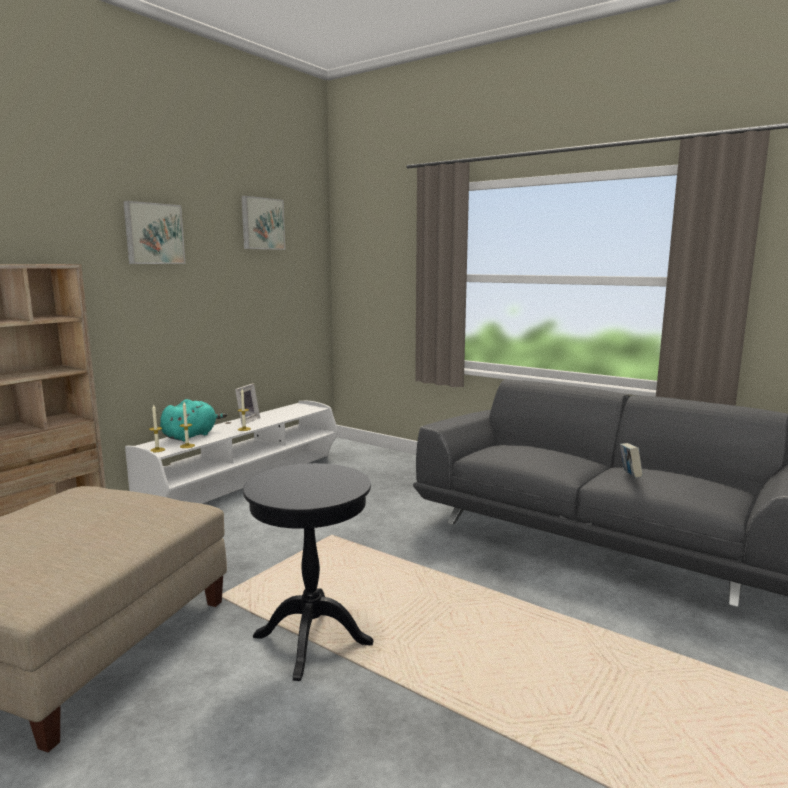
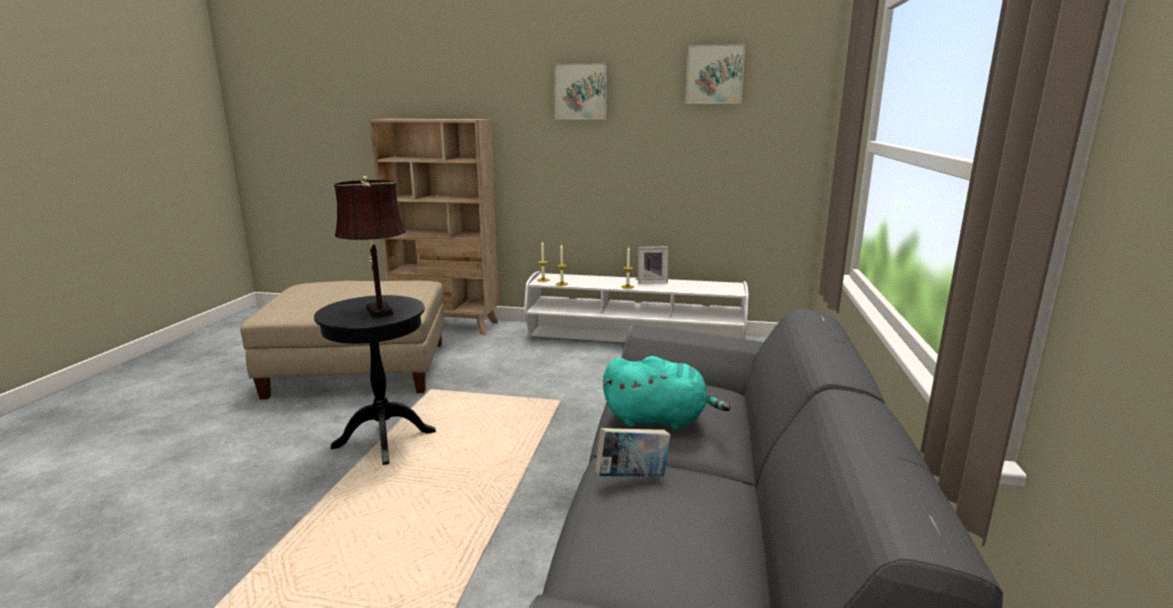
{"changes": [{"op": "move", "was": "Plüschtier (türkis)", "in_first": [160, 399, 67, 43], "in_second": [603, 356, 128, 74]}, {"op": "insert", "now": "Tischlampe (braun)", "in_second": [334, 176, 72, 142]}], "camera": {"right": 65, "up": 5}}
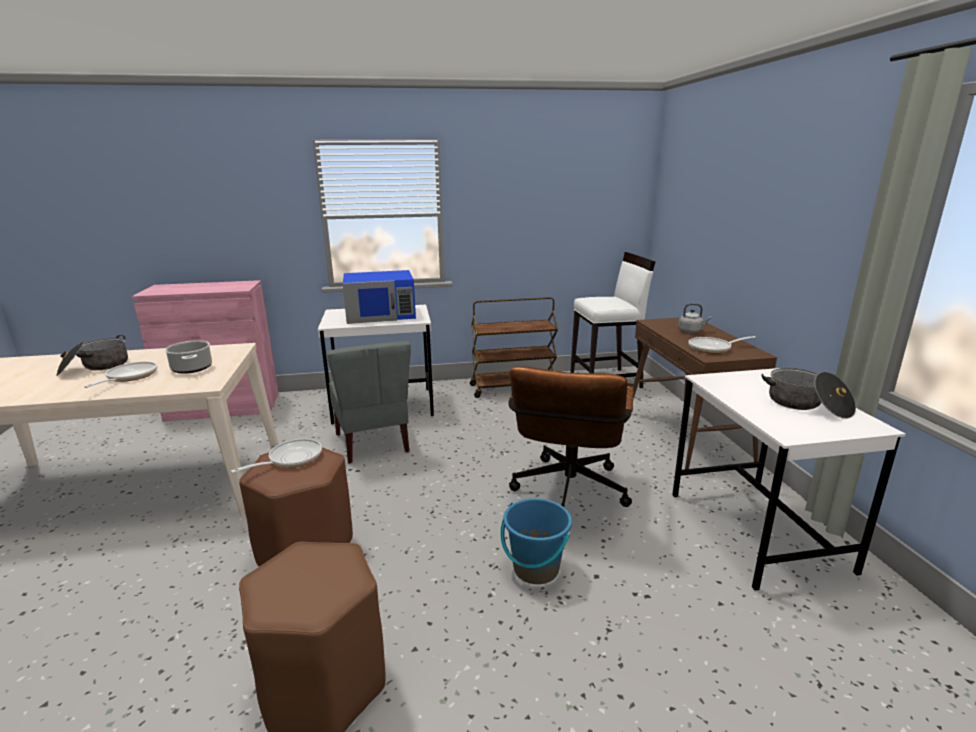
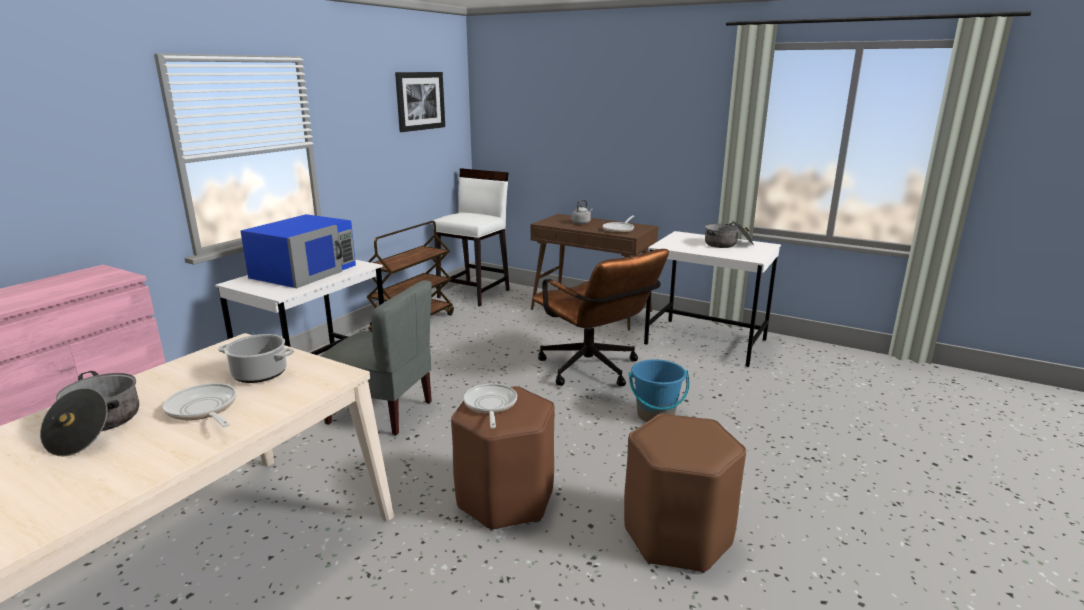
{"changes": [{"op": "insert", "now": "Bild", "in_second": [395, 72, 50, 60]}], "camera": {"right": -50, "up": 0}}
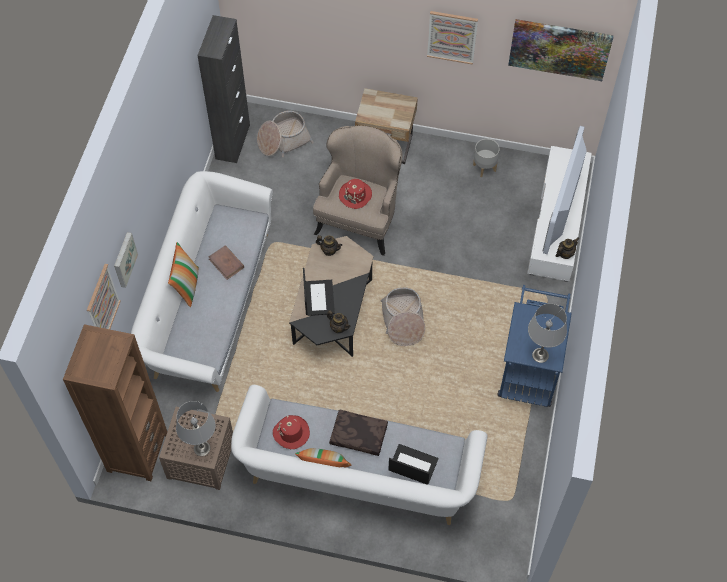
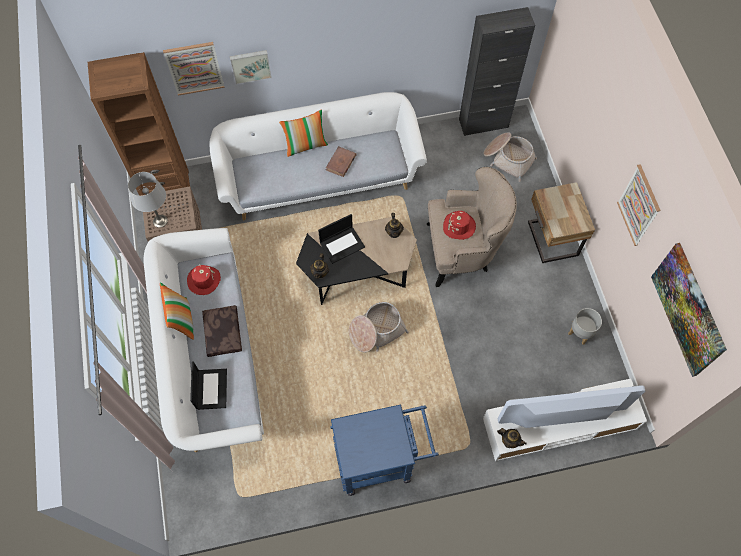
{"changes": [{"op": "delete", "was": "Tischlampe (grau)", "in_first": [528, 303, 39, 60]}], "camera": {"right": 65, "up": 5}}
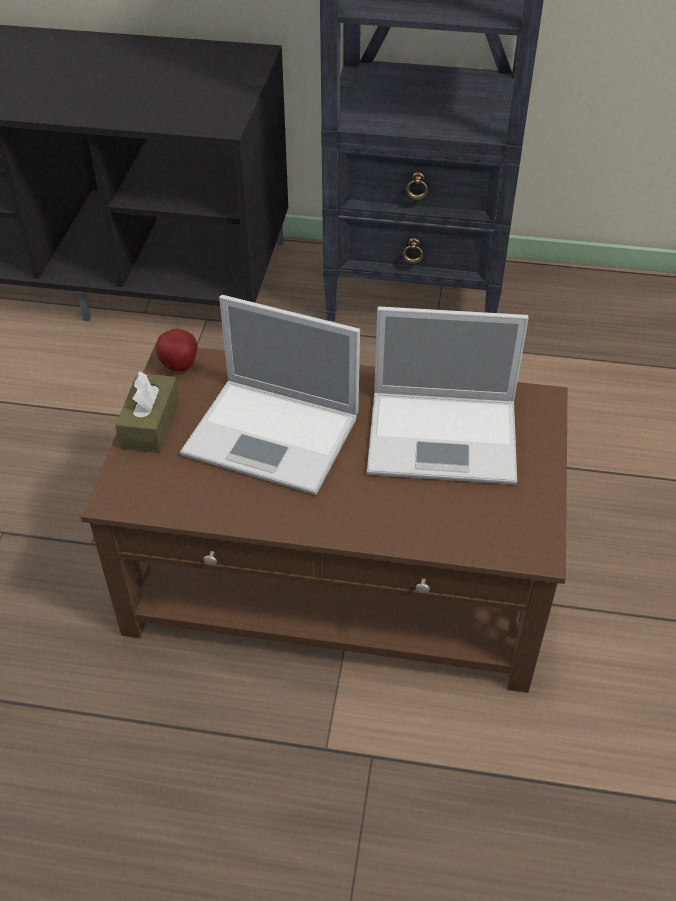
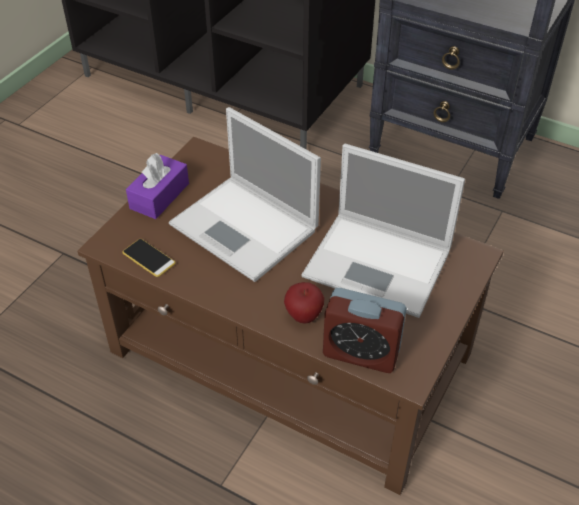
{"changes": [{"op": "recolor", "was": "Taschentuchbox (braun)", "now": "Taschentuchbox (lila)", "in_first": [115, 371, 65, 82], "in_second": [126, 153, 63, 66]}, {"op": "move", "was": "Apfel", "in_first": [155, 329, 43, 43], "in_second": [284, 282, 41, 42]}, {"op": "insert", "now": "Handy", "in_second": [122, 239, 53, 38]}, {"op": "insert", "now": "Wecker", "in_second": [323, 288, 84, 85]}], "camera": {"right": 20, "up": 0}}
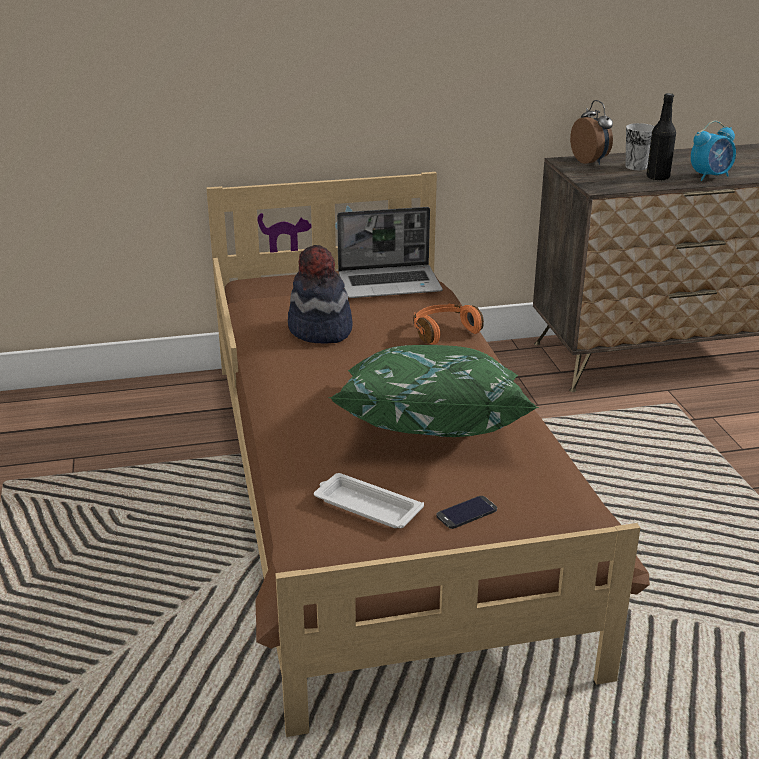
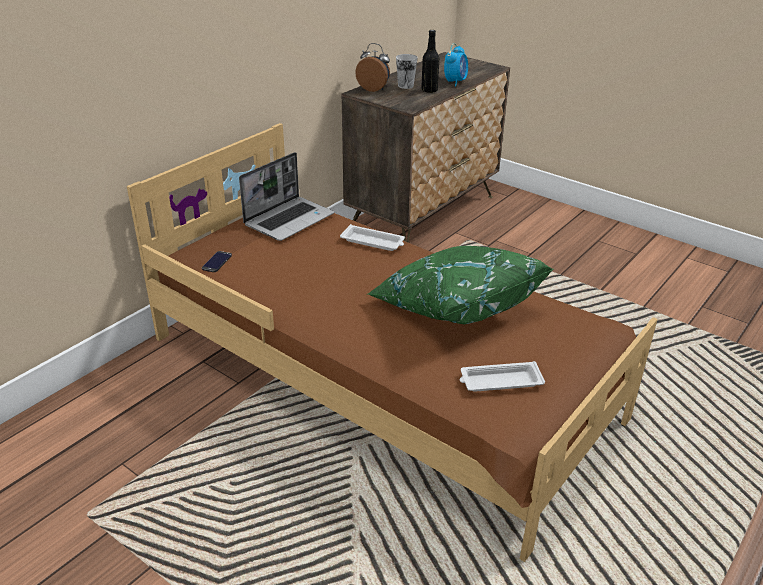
{"changes": [{"op": "delete", "was": "Hut", "in_first": [288, 245, 65, 99]}, {"op": "replace", "was": "Kopfhörer (orange)", "now": "Tablett (weiß)", "in_first": [413, 304, 71, 40], "in_second": [340, 224, 65, 27]}, {"op": "move", "was": "Handy", "in_first": [437, 496, 60, 33], "in_second": [202, 251, 30, 21]}], "camera": {"right": -40, "up": 5}}
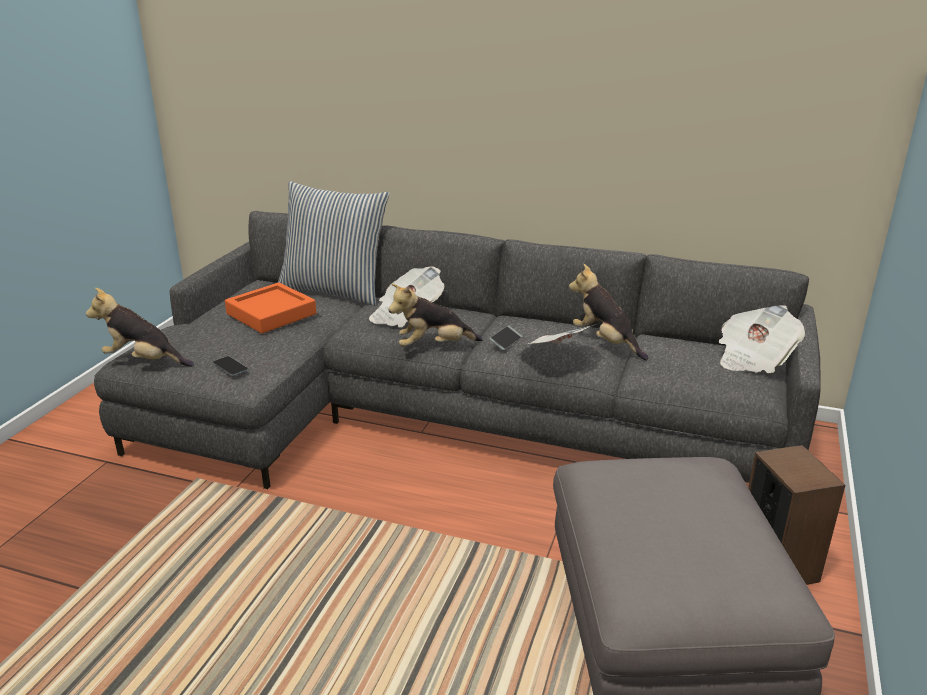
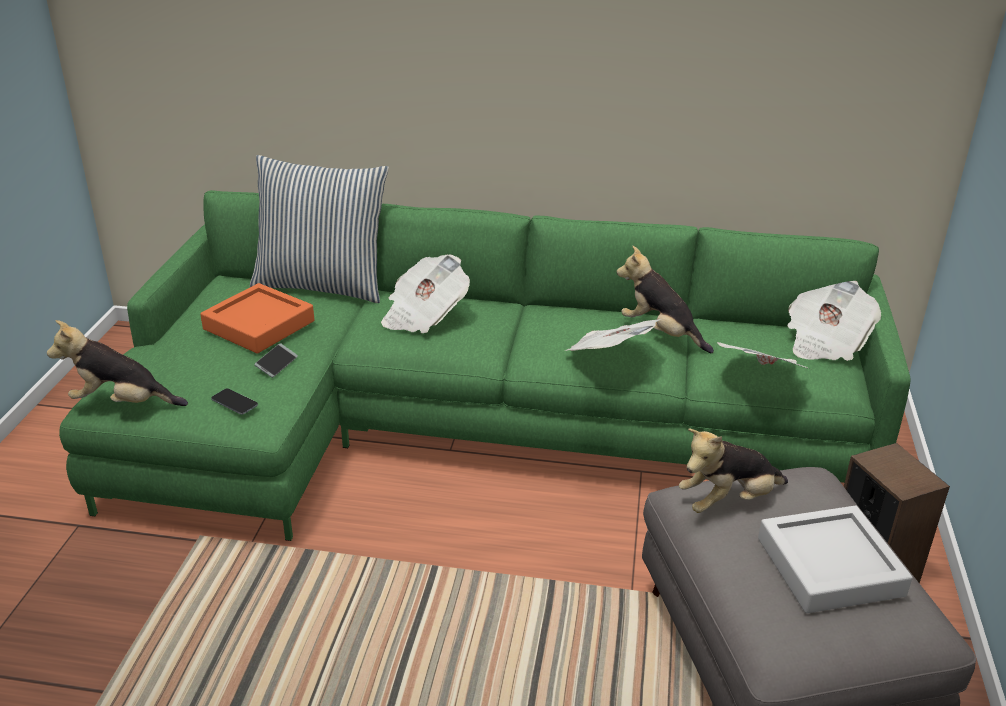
{"changes": [{"op": "recolor", "was": "Sofa (grau)", "now": "Sofa (grün)", "in_first": [94, 211, 727, 278], "in_second": [59, 190, 851, 351]}, {"op": "move", "was": "Plüschtier", "in_first": [388, 283, 95, 64], "in_second": [679, 429, 109, 84]}, {"op": "move", "was": "Handy", "in_first": [489, 325, 34, 26], "in_second": [254, 343, 44, 35]}, {"op": "insert", "now": "Zeitung", "in_second": [717, 342, 92, 27]}, {"op": "insert", "now": "Tablett (grau)", "in_second": [758, 506, 154, 107]}], "camera": {"right": -10, "up": 5}}
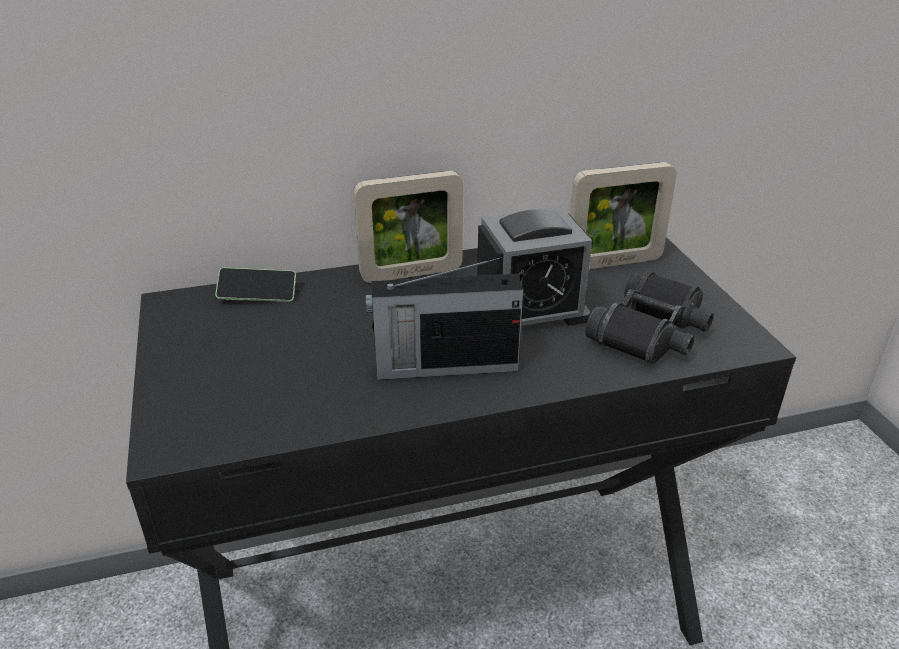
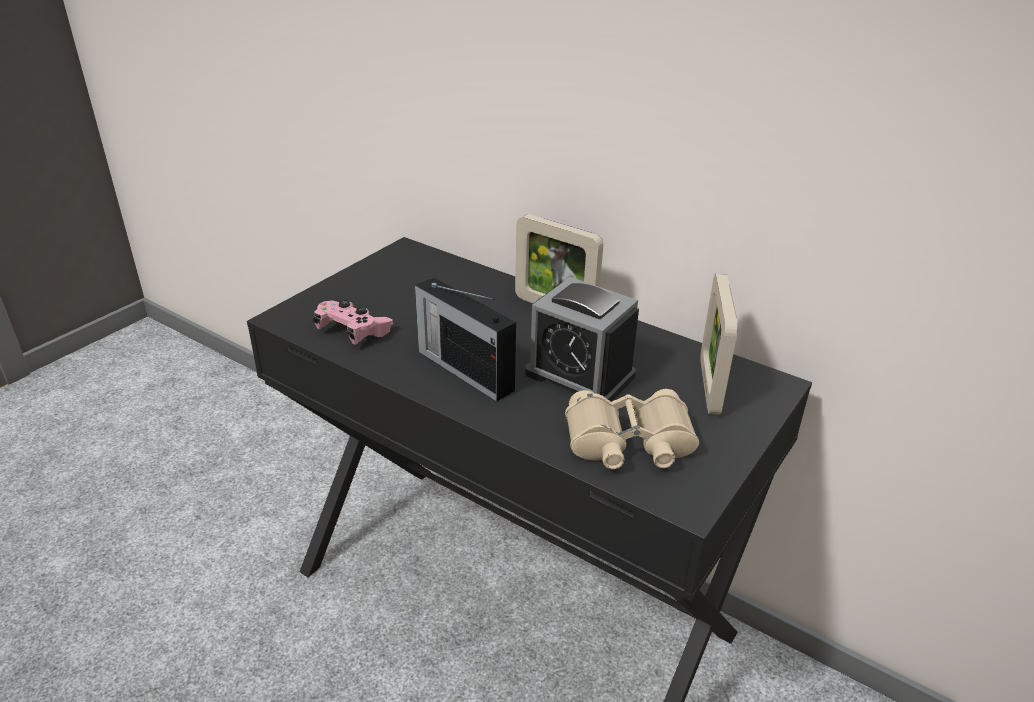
{"changes": [{"op": "delete", "was": "Handy", "in_first": [215, 268, 81, 34]}, {"op": "rotate", "was": "Bilderrahmen", "in_first": [570, 162, 107, 107], "in_second": [701, 274, 37, 141], "clockwise": 60}, {"op": "recolor", "was": "Fernglas (schwarz)", "now": "Fernglas (beige)", "in_first": [585, 271, 129, 93], "in_second": [565, 389, 134, 80]}, {"op": "insert", "now": "Gamepad (rosa)", "in_second": [313, 300, 80, 45]}], "camera": {"right": 50, "up": 0}}
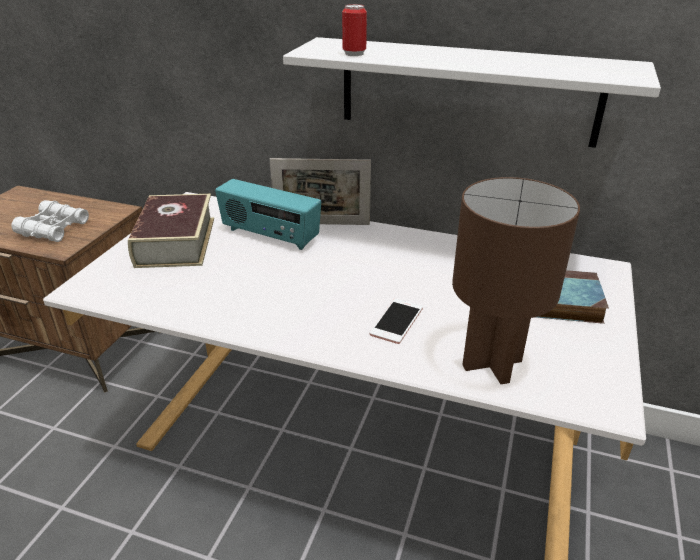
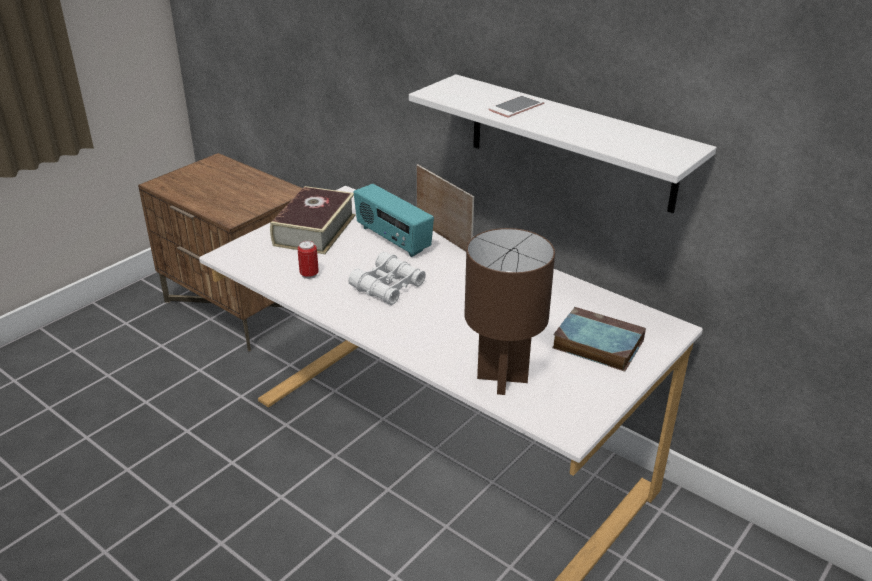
{"changes": [{"op": "move", "was": "Fernglas (weiß)", "in_first": [12, 200, 77, 42], "in_second": [348, 252, 78, 53]}, {"op": "rotate", "was": "Bilderrahmen", "in_first": [270, 158, 101, 67], "in_second": [417, 164, 57, 88], "clockwise": -150}, {"op": "move", "was": "Dose", "in_first": [342, 4, 25, 52], "in_second": [297, 241, 22, 38]}, {"op": "move", "was": "Handy", "in_first": [369, 299, 54, 45], "in_second": [489, 95, 55, 22]}], "camera": {"right": 20, "up": 0}}
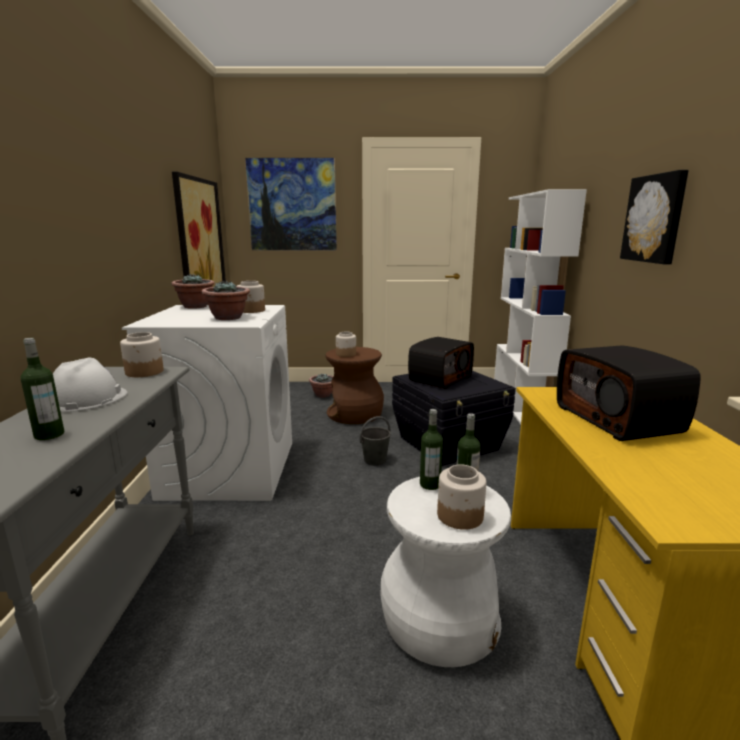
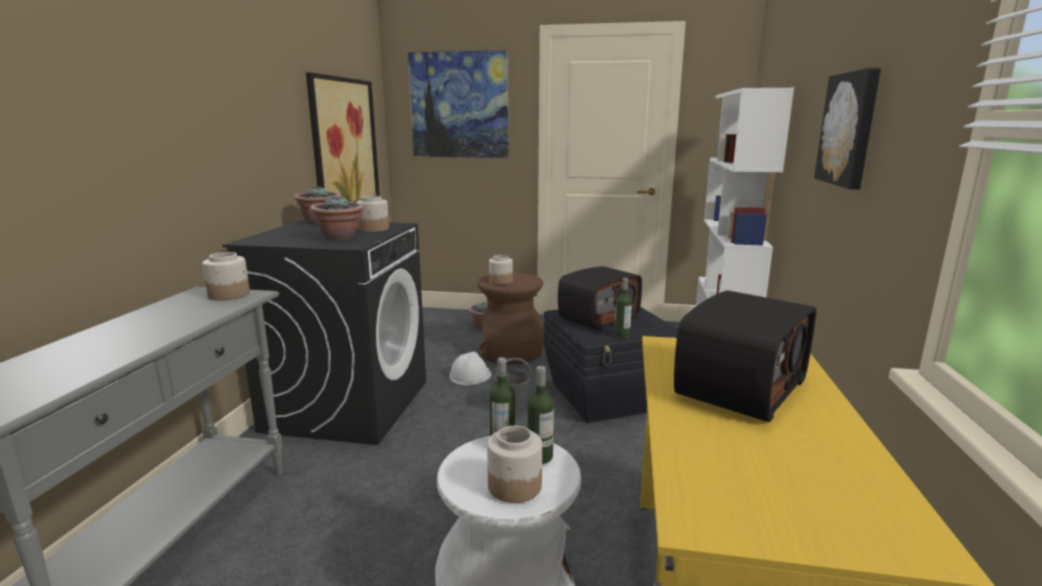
{"changes": [{"op": "move", "was": "Flasche", "in_first": [21, 338, 43, 102], "in_second": [614, 278, 18, 61]}, {"op": "move", "was": "Schutzhelm (weiß)", "in_first": [53, 357, 74, 55], "in_second": [450, 351, 42, 34]}, {"op": "recolor", "was": "Waschmaschine (weiß)", "now": "Waschmaschine (schwarz)", "in_first": [122, 305, 170, 196], "in_second": [223, 220, 203, 225]}, {"op": "rotate", "was": "Radio", "in_first": [557, 345, 144, 96], "in_second": [674, 290, 143, 132], "clockwise": -135}], "camera": {"right": 10, "up": 0}}
